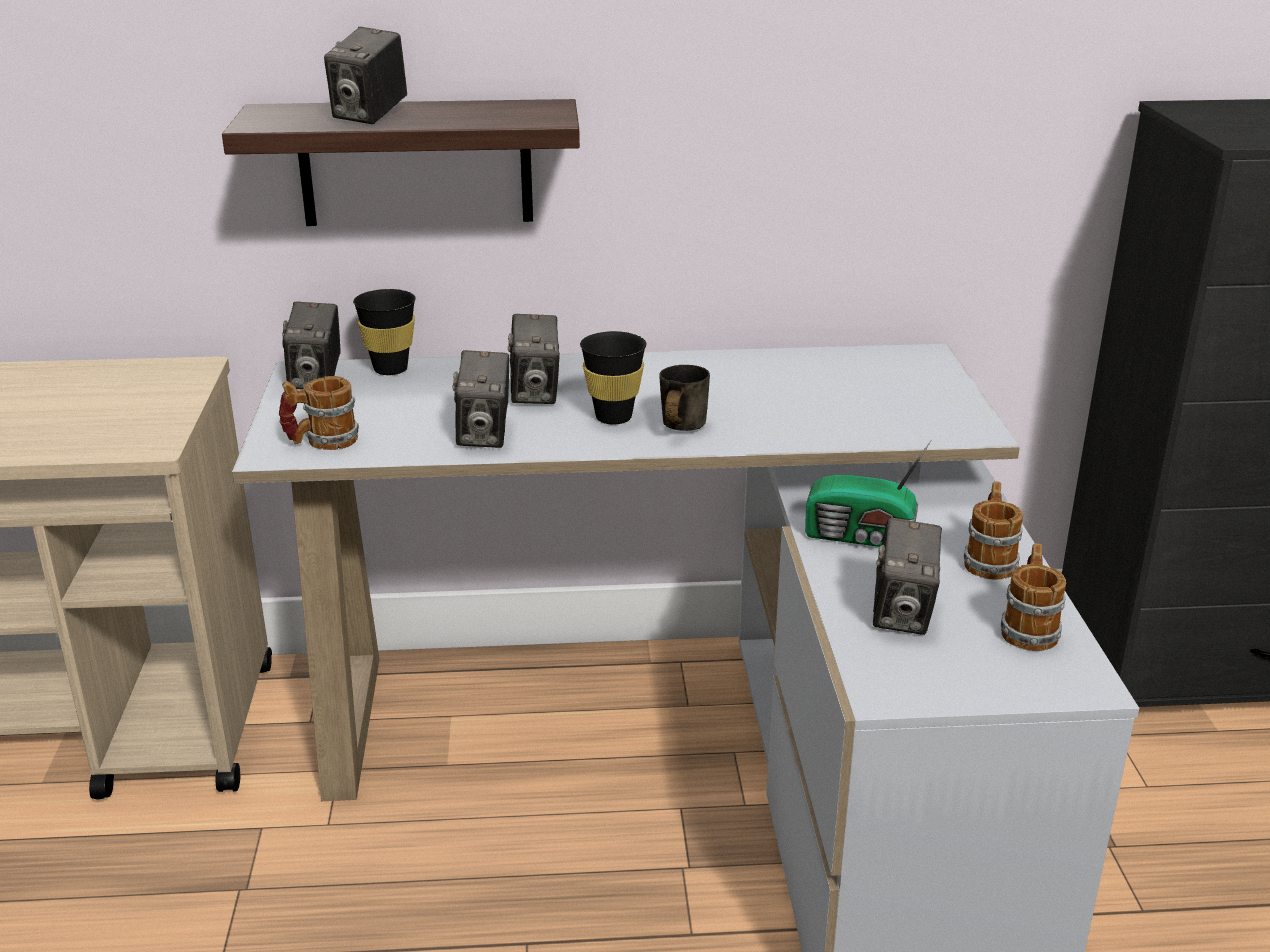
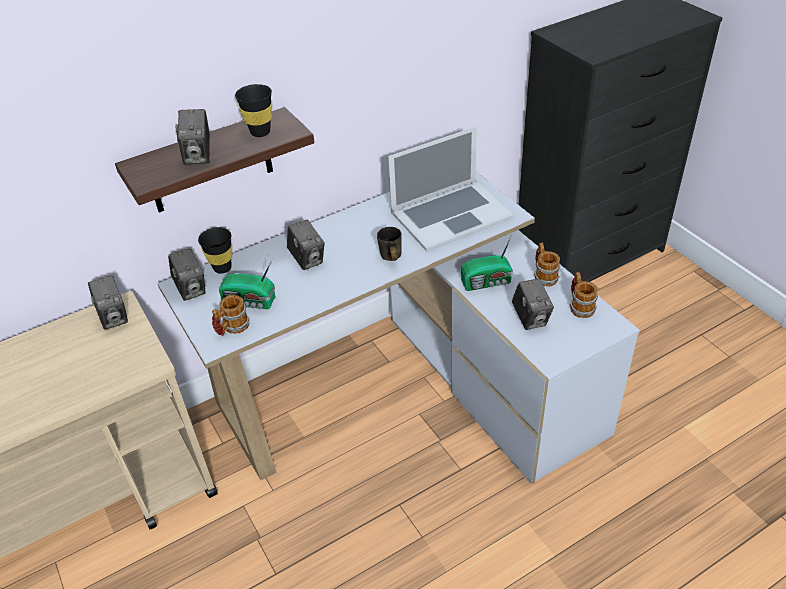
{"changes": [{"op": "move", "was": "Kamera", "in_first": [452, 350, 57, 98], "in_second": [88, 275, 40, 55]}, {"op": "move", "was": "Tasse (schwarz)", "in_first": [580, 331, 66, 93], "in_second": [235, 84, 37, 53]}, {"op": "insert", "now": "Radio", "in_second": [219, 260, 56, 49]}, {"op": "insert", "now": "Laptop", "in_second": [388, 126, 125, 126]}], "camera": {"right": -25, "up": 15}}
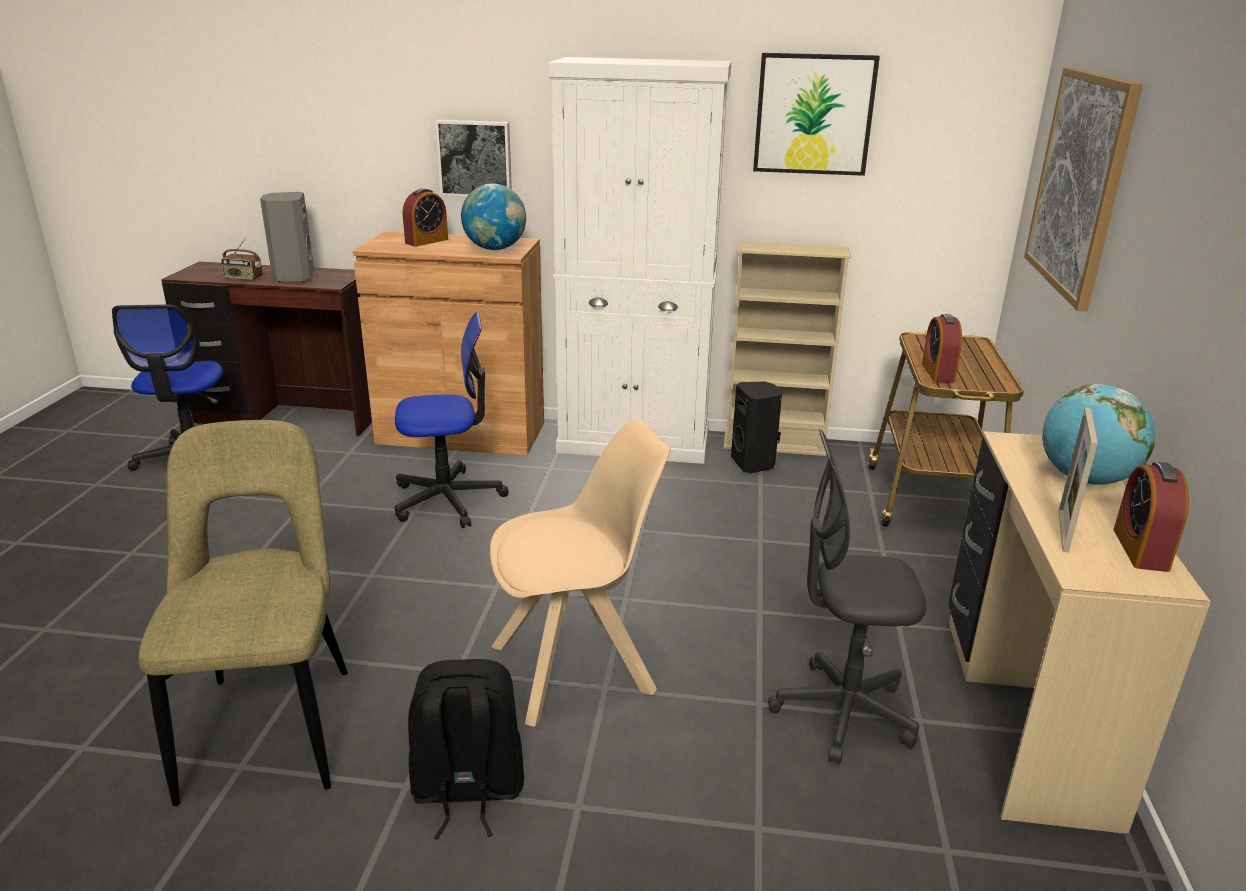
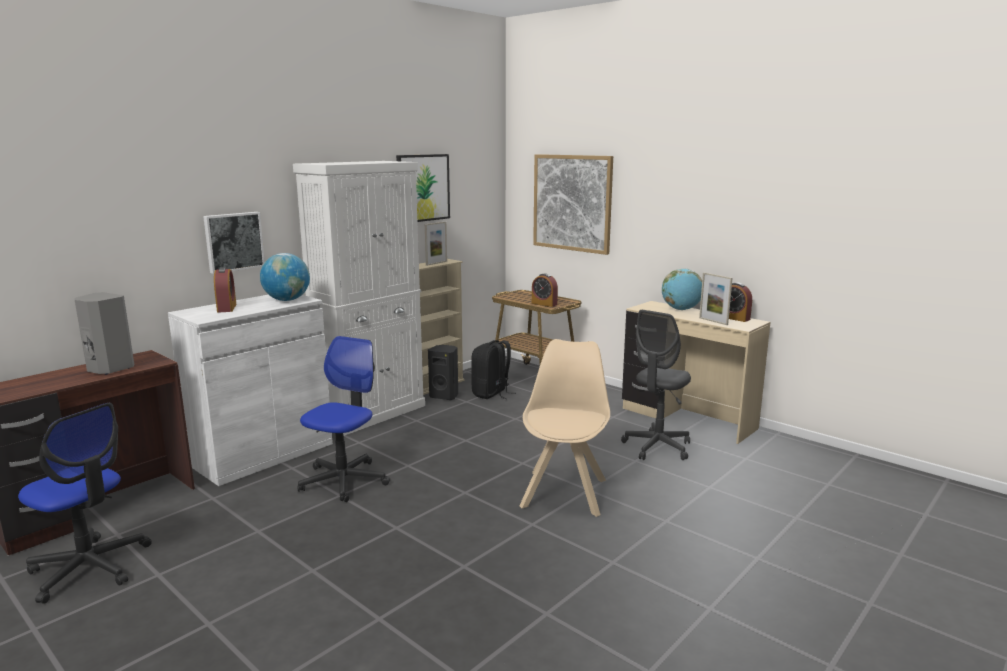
{"changes": [{"op": "delete", "was": "Stuhl (beige)", "in_first": [138, 420, 210, 386]}, {"op": "delete", "was": "Radio", "in_first": [221, 237, 41, 43]}, {"op": "recolor", "was": "Schrank (braun)", "now": "Schrank (weiß)", "in_first": [353, 231, 191, 225], "in_second": [168, 295, 165, 191]}, {"op": "move", "was": "Rucksack (schwarz)", "in_first": [408, 659, 116, 181], "in_second": [472, 340, 44, 59]}, {"op": "insert", "now": "Bilderrahmen", "in_second": [425, 222, 22, 44]}], "camera": {"right": -55, "up": -10}}
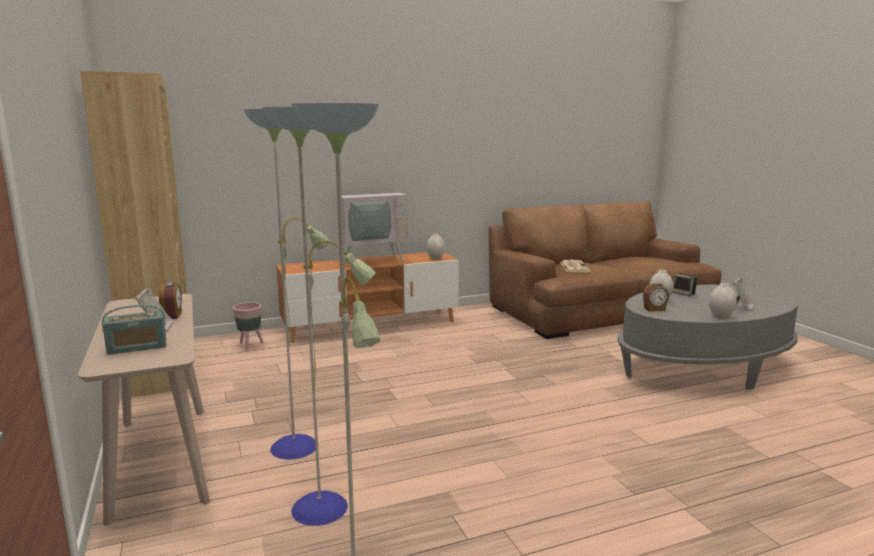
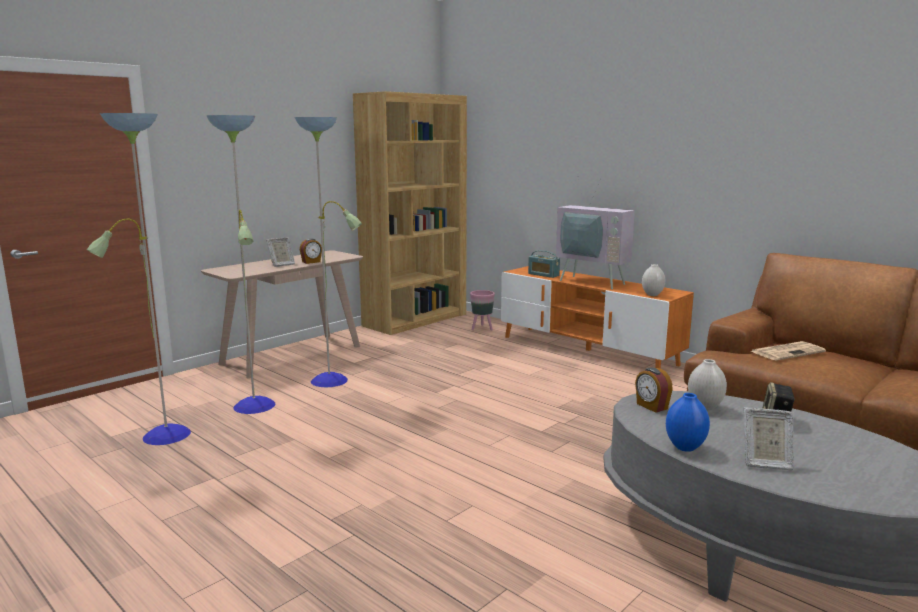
{"changes": [{"op": "move", "was": "Radio", "in_first": [102, 304, 64, 51], "in_second": [528, 250, 32, 28]}, {"op": "recolor", "was": "Vase (weiß)", "now": "Vase (blau)", "in_first": [709, 283, 28, 35], "in_second": [666, 393, 44, 59]}], "camera": {"right": 65, "up": 0}}
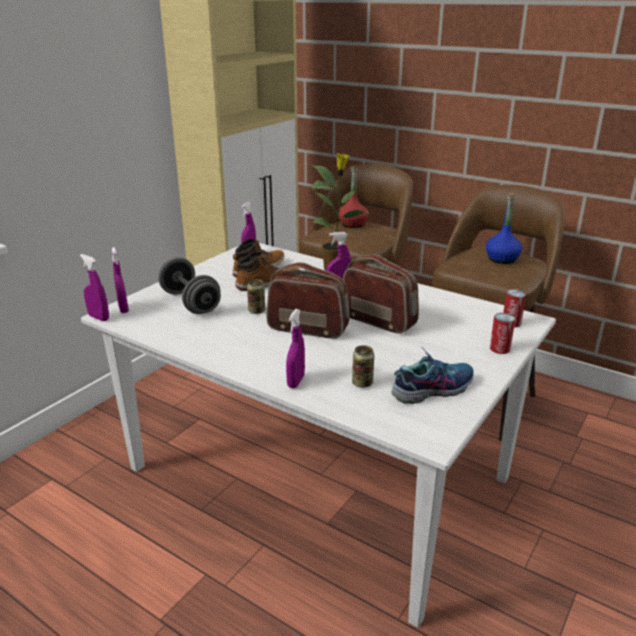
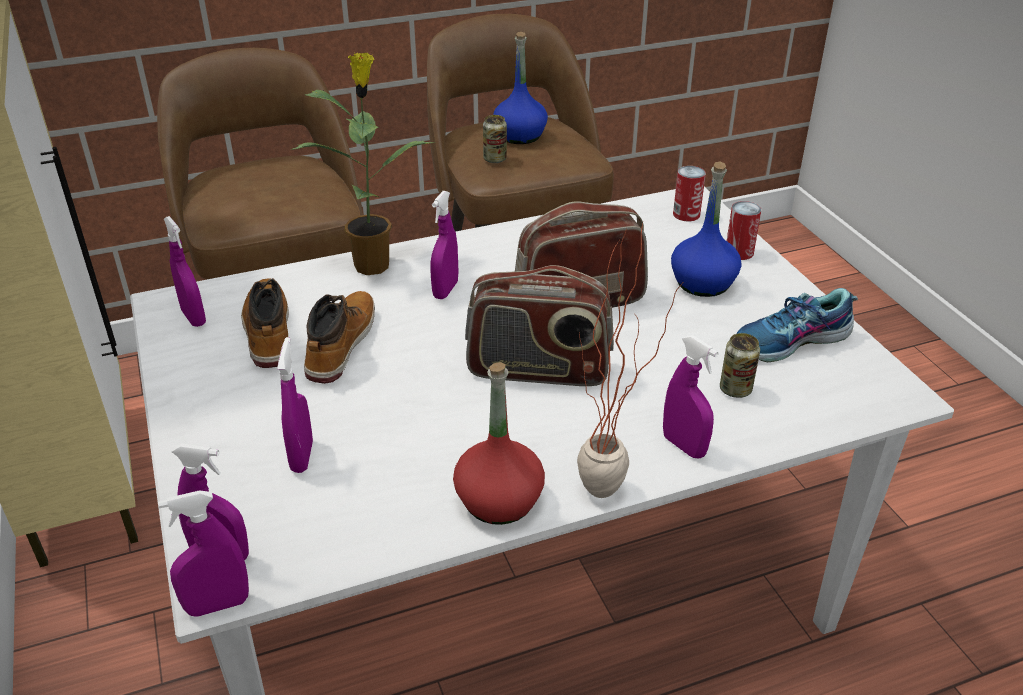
{"changes": [{"op": "replace", "was": "Hantel (grau)", "now": "Sprühflasche (lila)", "in_first": [158, 257, 63, 57], "in_second": [277, 337, 36, 136]}, {"op": "move", "was": "Dose", "in_first": [247, 279, 18, 35], "in_second": [483, 115, 24, 48]}, {"op": "rotate", "was": "Radio", "in_first": [266, 262, 84, 77], "in_second": [465, 265, 149, 121], "clockwise": -135}, {"op": "move", "was": "Flasche (rot)", "in_first": [339, 167, 29, 61], "in_second": [453, 362, 92, 163]}, {"op": "rotate", "was": "Schuh", "in_first": [391, 347, 83, 57], "in_second": [736, 288, 122, 74], "clockwise": -120}, {"op": "insert", "now": "Topfpflanze", "in_second": [577, 224, 107, 274]}, {"op": "insert", "now": "Flasche (blau)", "in_second": [671, 162, 71, 135]}], "camera": {"right": -55, "up": 10}}
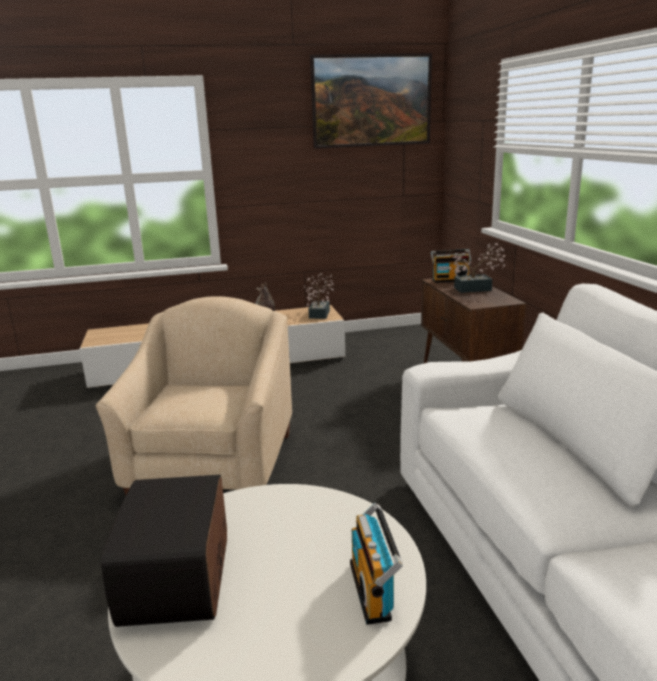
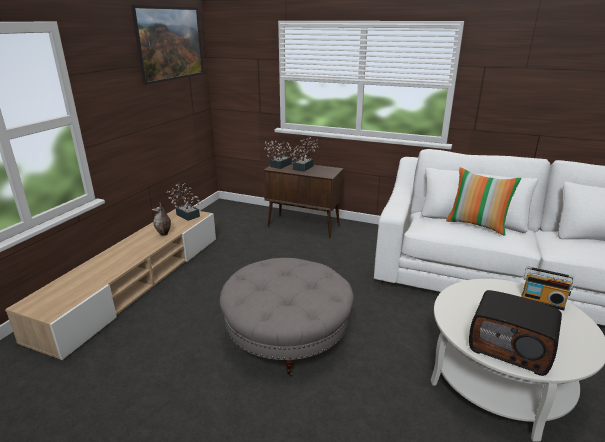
{"changes": [{"op": "replace", "was": "Sessel (beige)", "now": "Polsterhocker (grau)", "in_first": [96, 296, 196, 199], "in_second": [220, 258, 134, 119]}, {"op": "replace", "was": "Radio", "now": "Topfpflanze", "in_first": [431, 249, 41, 34], "in_second": [264, 140, 28, 29]}, {"op": "insert", "now": "Kissen", "in_second": [446, 167, 75, 69]}], "camera": {"right": -55, "up": 5}}
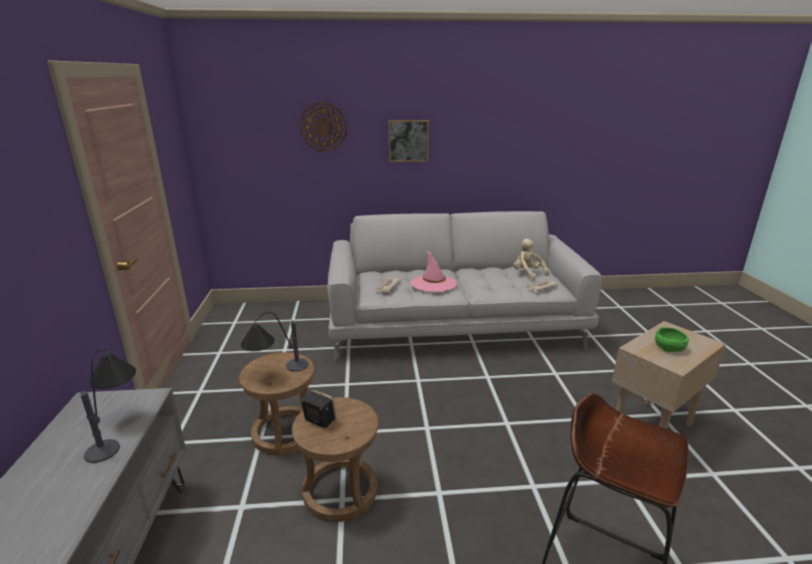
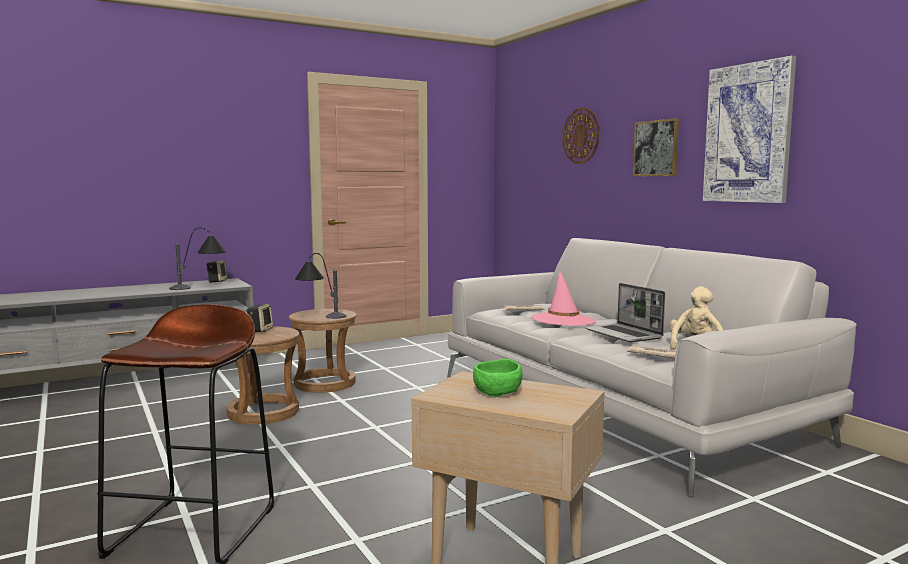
{"changes": [{"op": "insert", "now": "Lautsprecher", "in_second": [206, 260, 22, 23]}, {"op": "insert", "now": "Laptop", "in_second": [585, 283, 80, 59]}, {"op": "insert", "now": "Bild", "in_second": [703, 56, 93, 147]}], "camera": {"right": 65, "up": -15}}
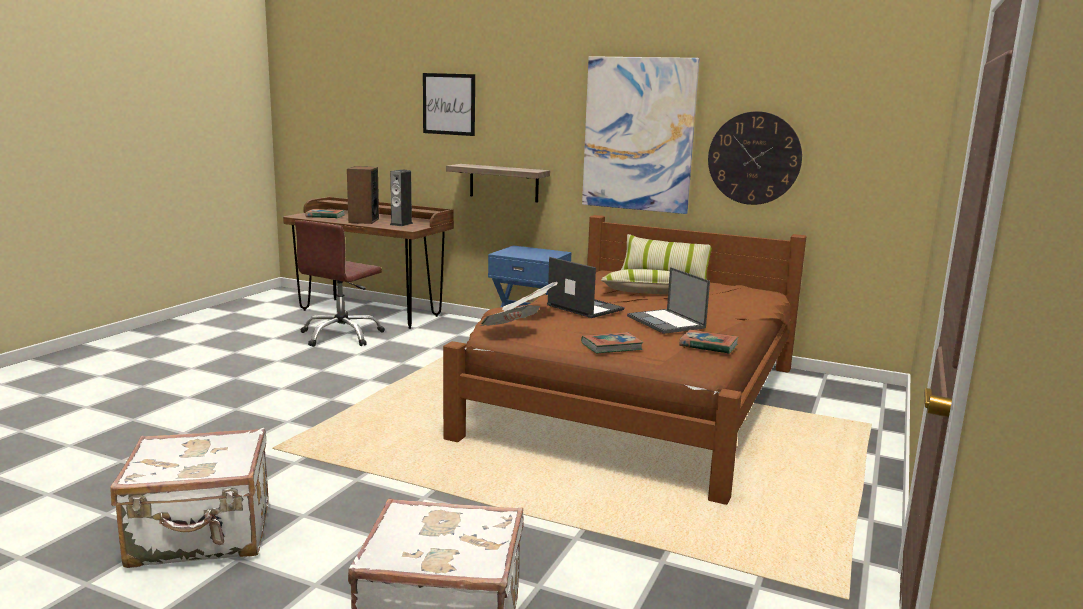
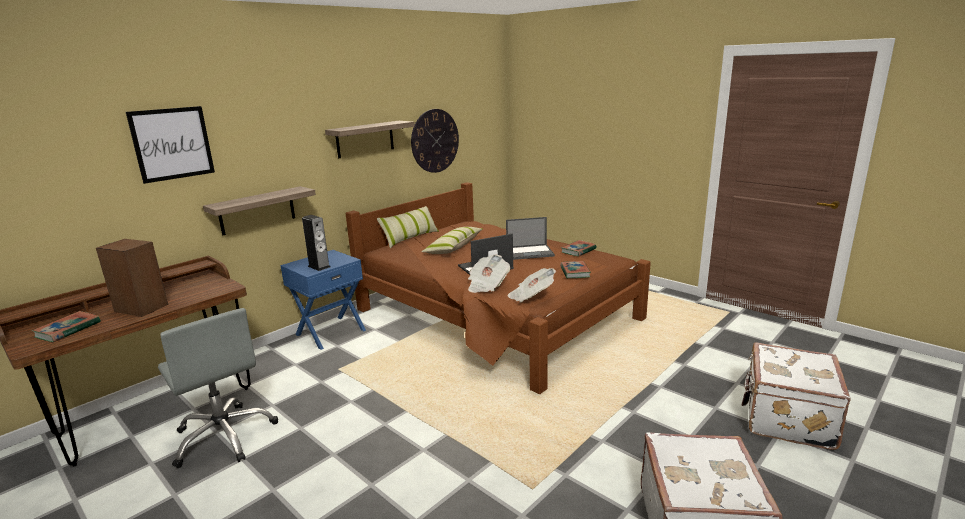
{"changes": [{"op": "recolor", "was": "Bürostuhl (braun)", "now": "Bürostuhl (grau)", "in_first": [295, 220, 90, 127], "in_second": [158, 308, 120, 160]}, {"op": "move", "was": "Lautsprecher", "in_first": [390, 169, 23, 57], "in_second": [302, 215, 28, 56]}, {"op": "replace", "was": "Bild", "now": "Wandregal", "in_first": [582, 56, 118, 158], "in_second": [325, 121, 90, 37]}], "camera": {"right": -70, "up": 5}}
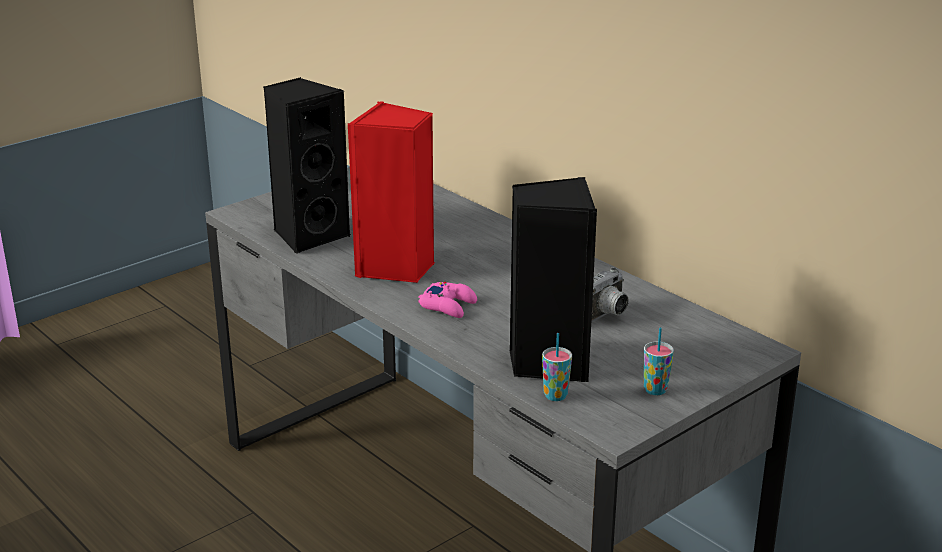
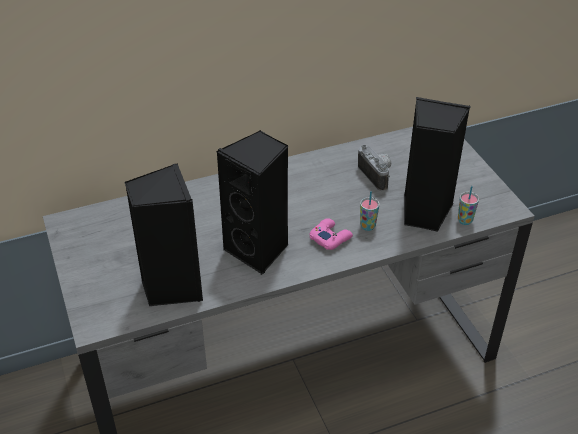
{"changes": [{"op": "recolor", "was": "Lautsprecher (rot)", "now": "Lautsprecher (schwarz)", "in_first": [348, 101, 87, 182], "in_second": [216, 130, 73, 144]}, {"op": "move", "was": "Tasse", "in_first": [644, 327, 30, 68], "in_second": [360, 191, 19, 40]}], "camera": {"right": -70, "up": 15}}
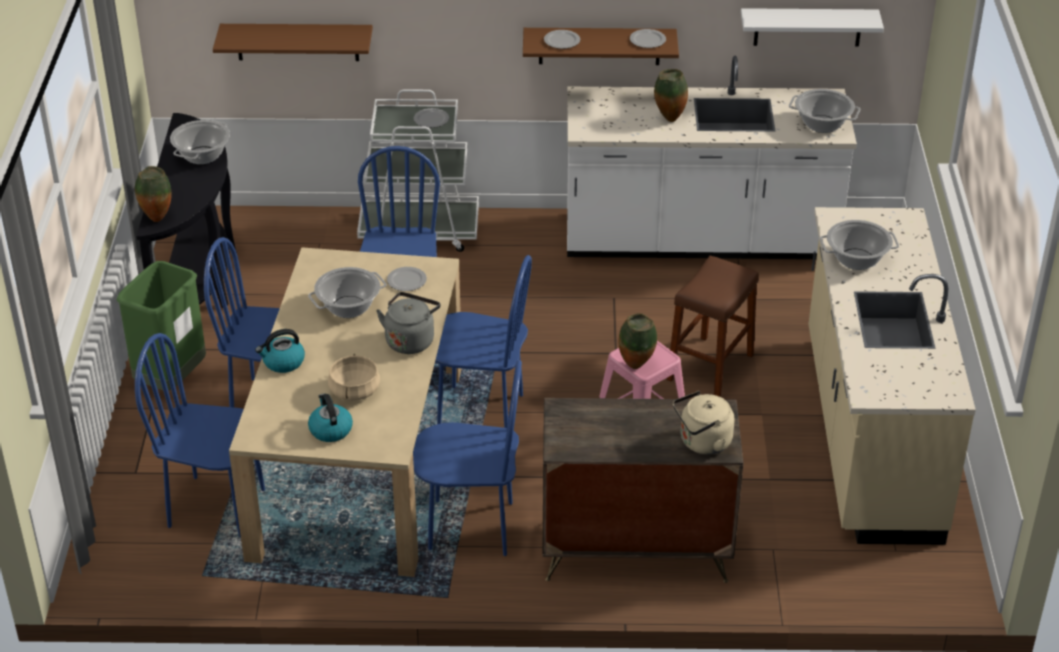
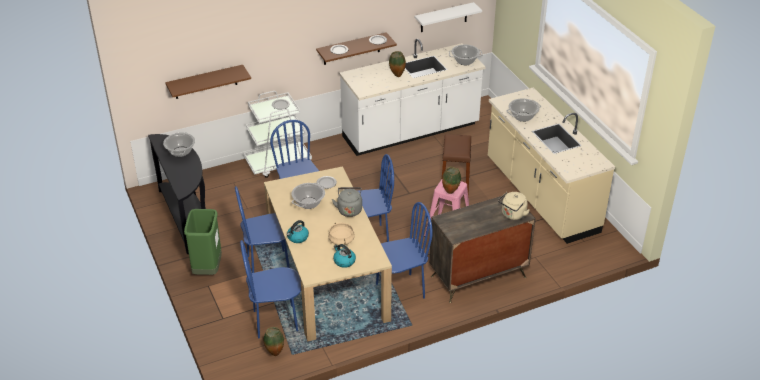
{"changes": [{"op": "move", "was": "Vase", "in_first": [135, 166, 37, 56], "in_second": [264, 327, 20, 29]}], "camera": {"right": -25, "up": 0}}
